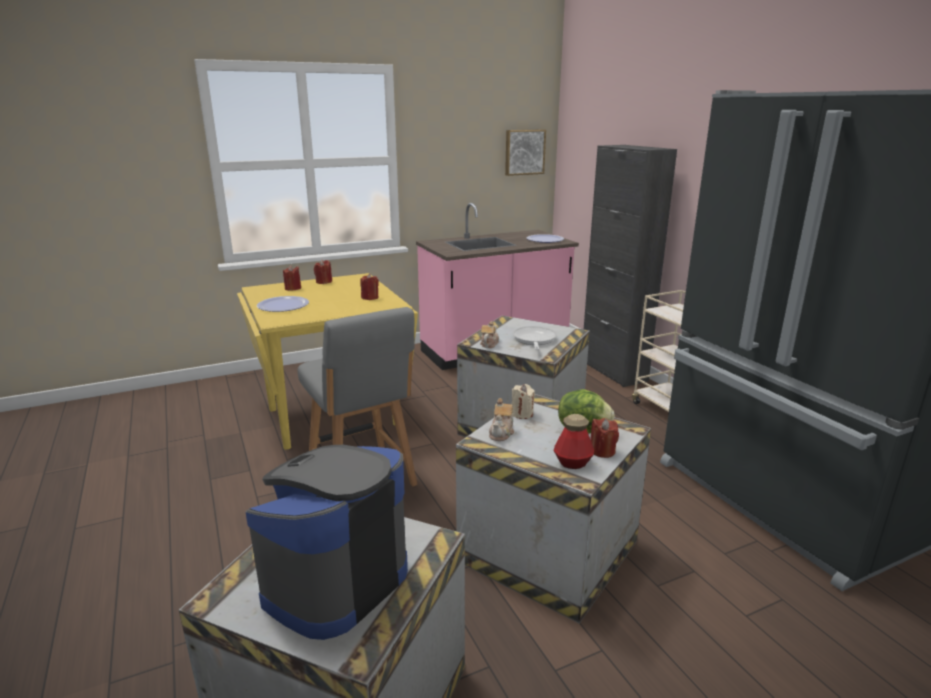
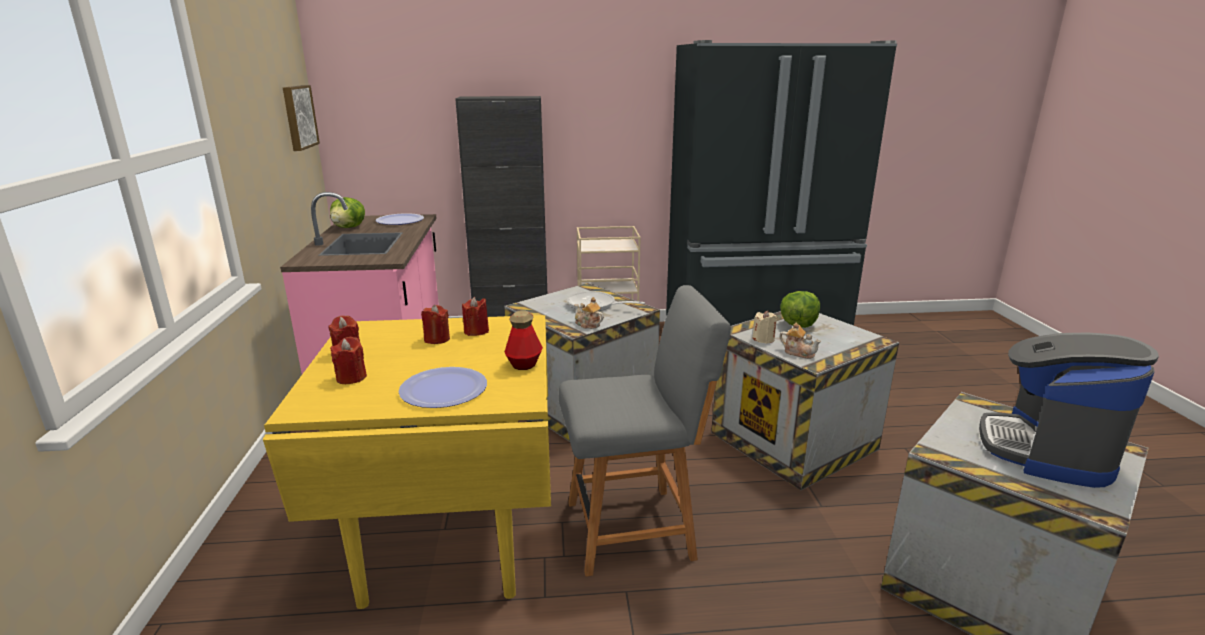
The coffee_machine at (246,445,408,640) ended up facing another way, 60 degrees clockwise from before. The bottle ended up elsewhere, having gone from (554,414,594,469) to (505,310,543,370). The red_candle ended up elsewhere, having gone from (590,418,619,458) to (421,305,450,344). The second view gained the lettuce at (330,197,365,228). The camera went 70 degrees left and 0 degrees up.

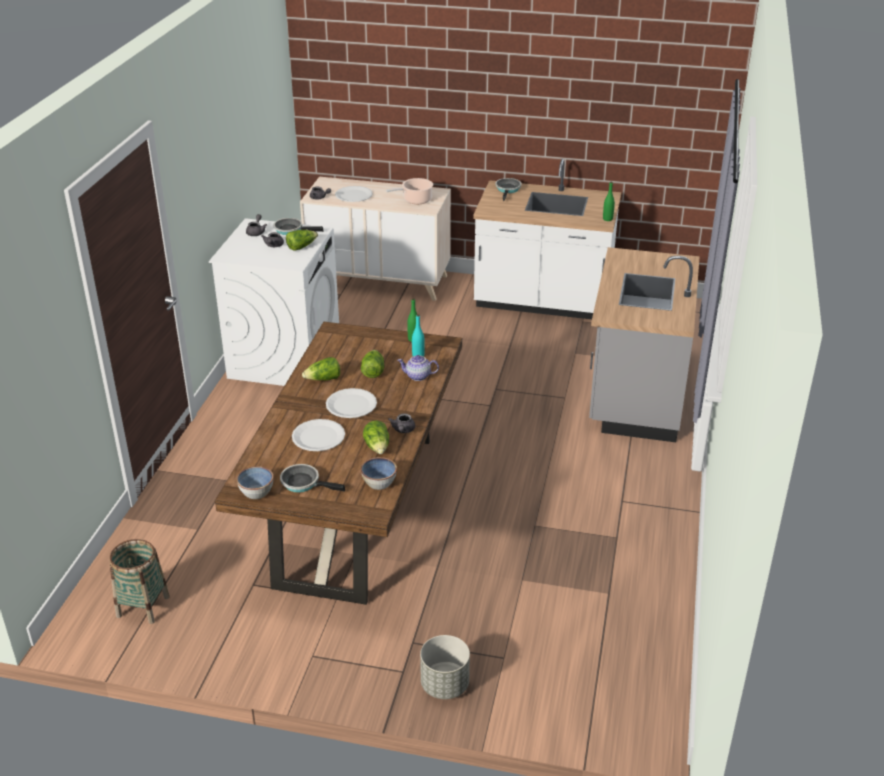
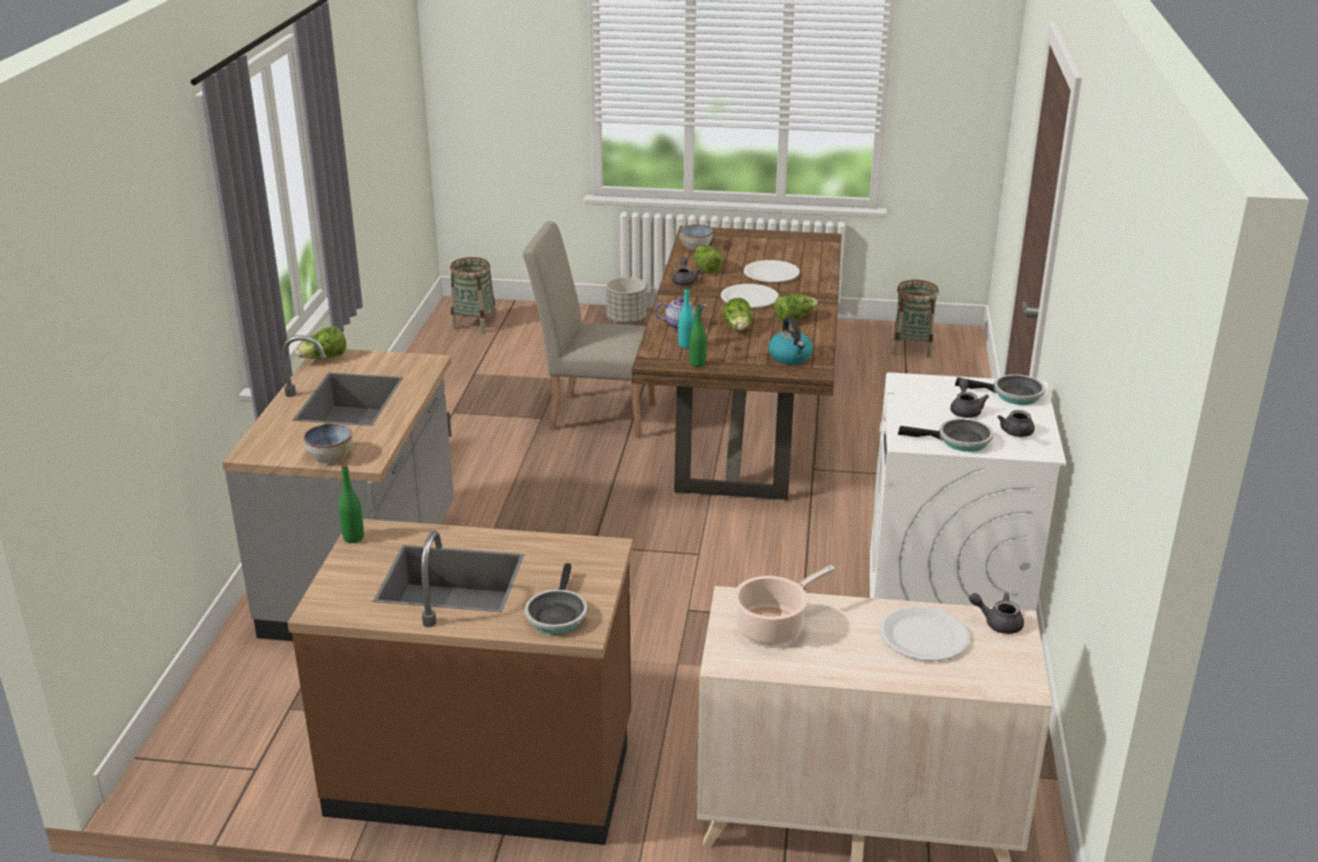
The bowl ended up elsewhere, having gone from (237,466,273,499) to (303,423,352,464). The frying_pan ended up elsewhere, having gone from (280,464,345,492) to (955,374,1045,405). The lettuce ended up elsewhere, having gone from (286,230,318,251) to (295,326,347,359). What was the white_counter at (473,159,621,319) turned into the brown_counter at (287,519,633,845). The second view gained the basket at (450,257,497,333). The second view gained the beige_chair at (523,221,656,438). The second view gained the kettle at (768,317,813,365). The camera went 175 degrees right and 5 degrees down.

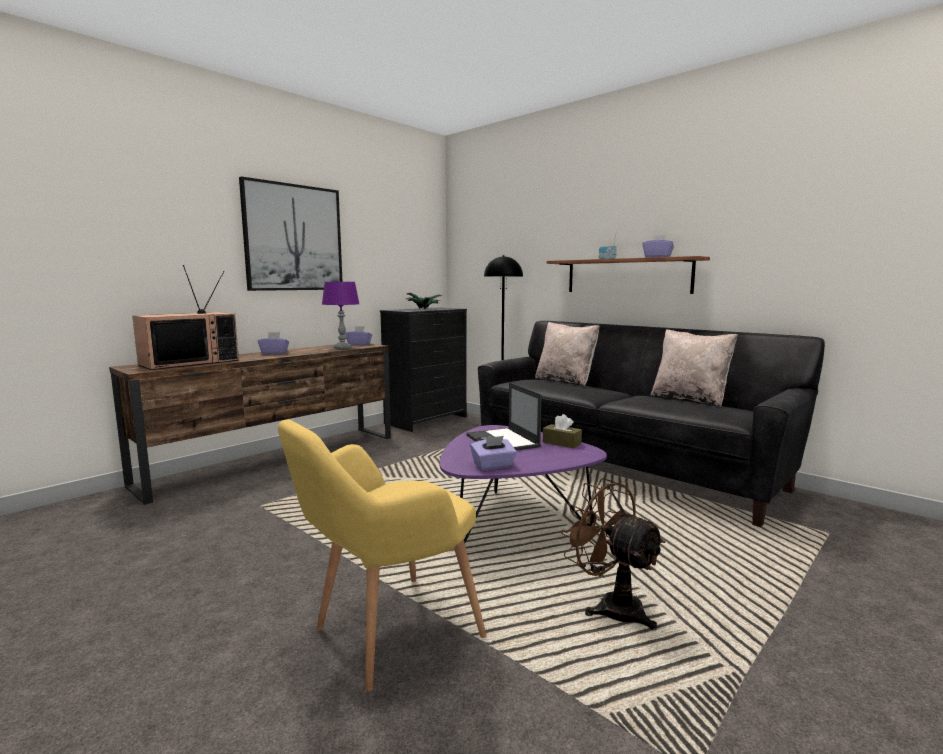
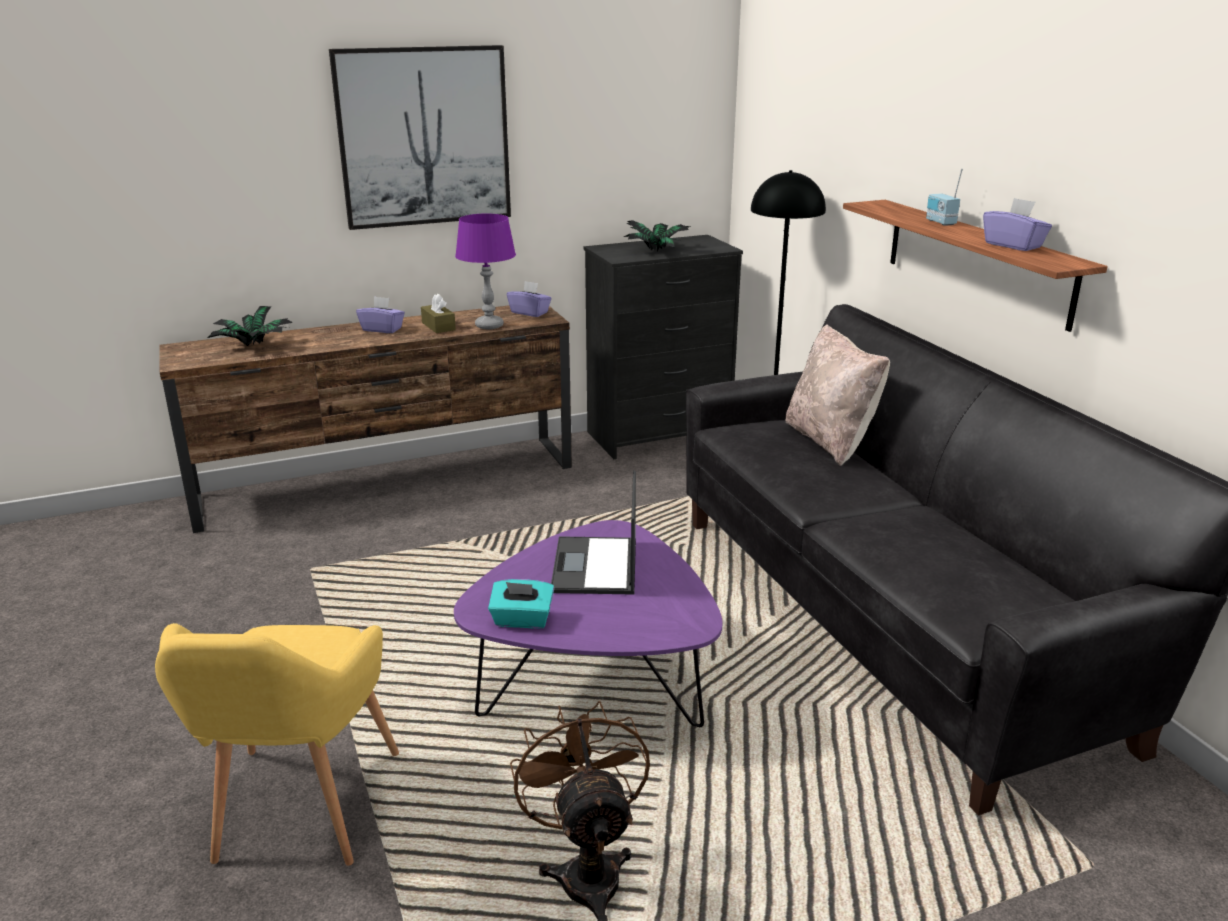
Where the television stood at (132,265,239,370), the potted_plant came to stand at (208,306,293,346). The yellow_armchair at (278,419,486,692) ended up facing another way, 75 degrees counterclockwise from before. What was the purple_tissue_box at (470,436,517,470) turned into the turquoise_tissue_box at (488,579,554,629). The brown_tissue_box ended up elsewhere, having gone from (543,414,582,448) to (421,294,456,333). The second view lost the beige_pillow at (651,329,738,407). The camera went 25 degrees right and 15 degrees up.

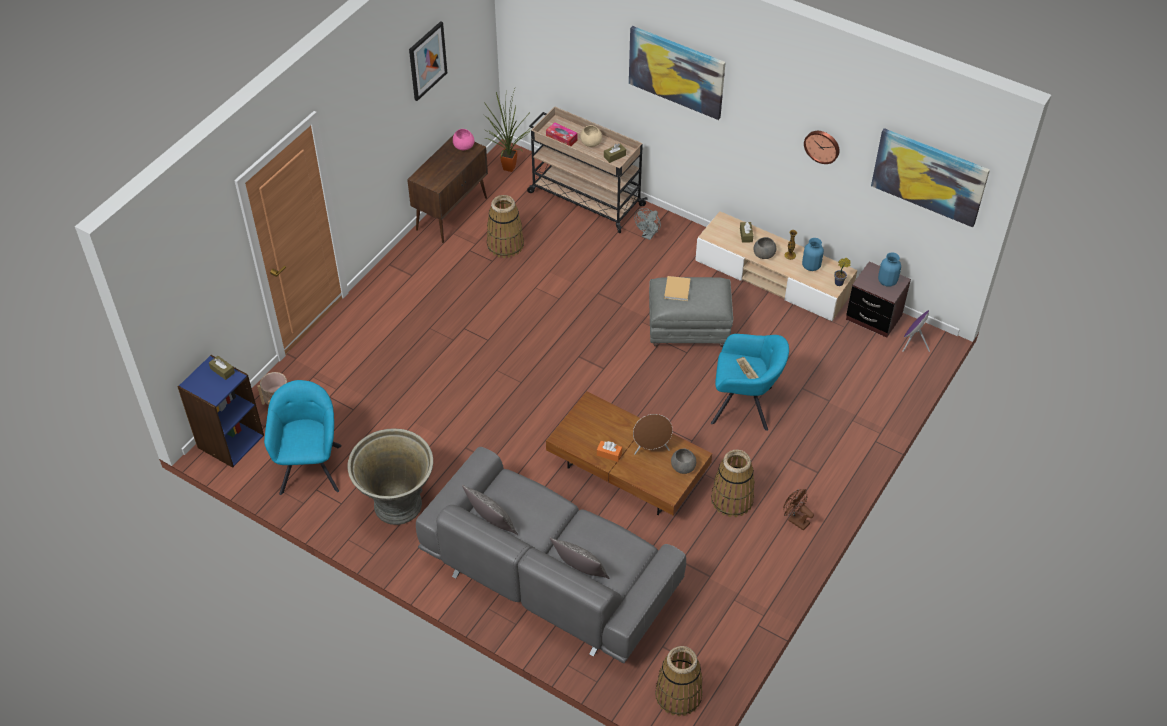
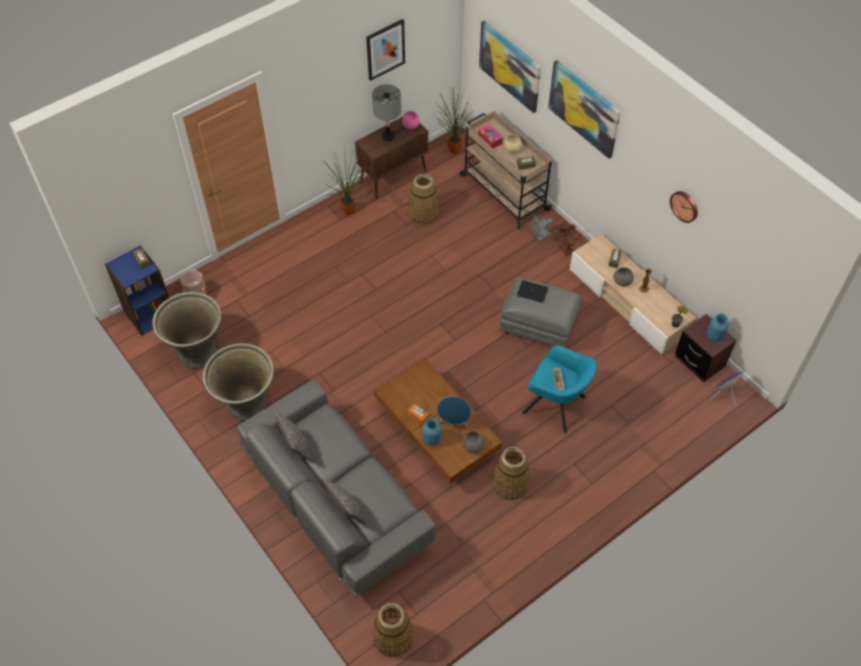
Where the turquoise_armchair stood at (264,380,342,495), the grey_planter came to stand at (152,292,221,369). What was the brown_speaker at (633,414,673,455) turned into the blue_speaker at (437,396,471,428). Where the beige_book stood at (664,276,691,301), the laptop came to stand at (517,280,548,303). The brown_fan ended up elsewhere, having gone from (783,489,814,531) to (554,224,576,255). The blue_vase ended up elsewhere, having gone from (802,238,824,271) to (422,418,441,446). The picture ended up elsewhere, having gone from (871,128,990,227) to (479,21,541,113). The second view gained the potted_plant at (323,149,368,217). The second view gained the grey_table_lamp at (372,84,401,141). The camera went 20 degrees right and 5 degrees up.

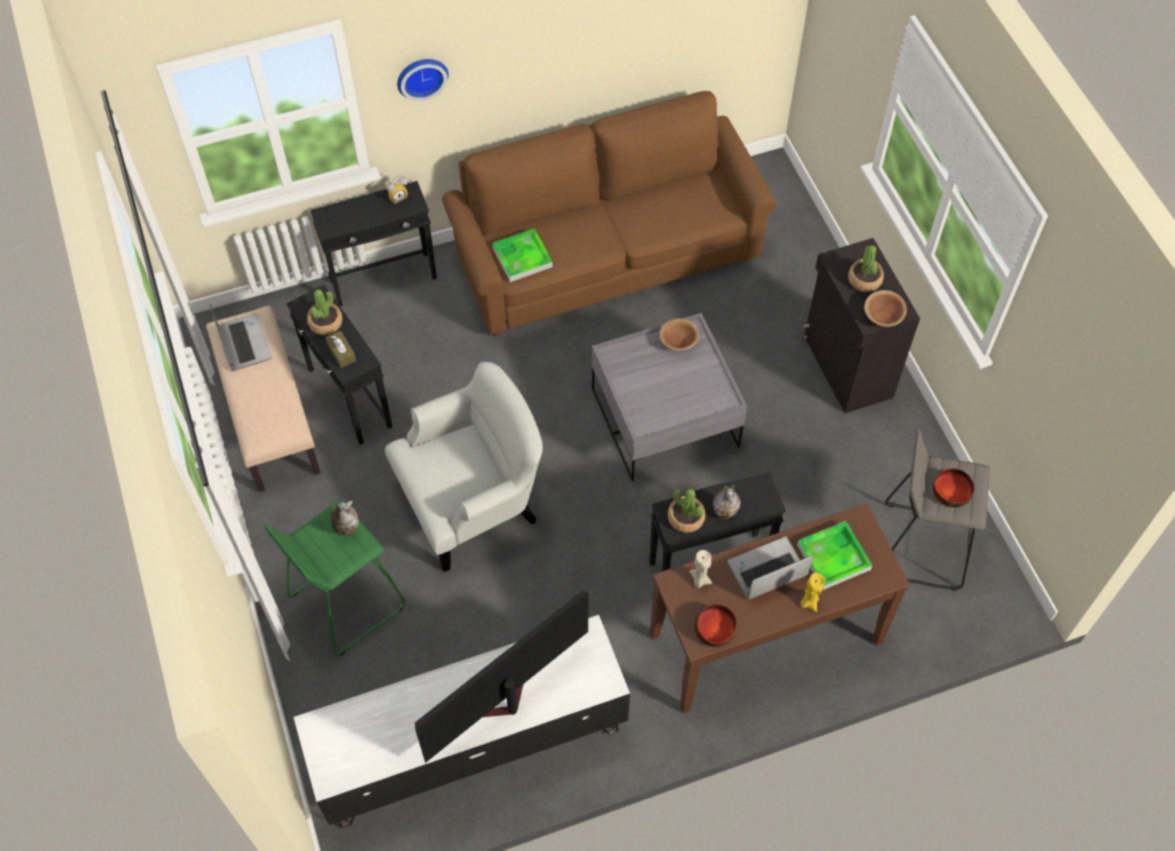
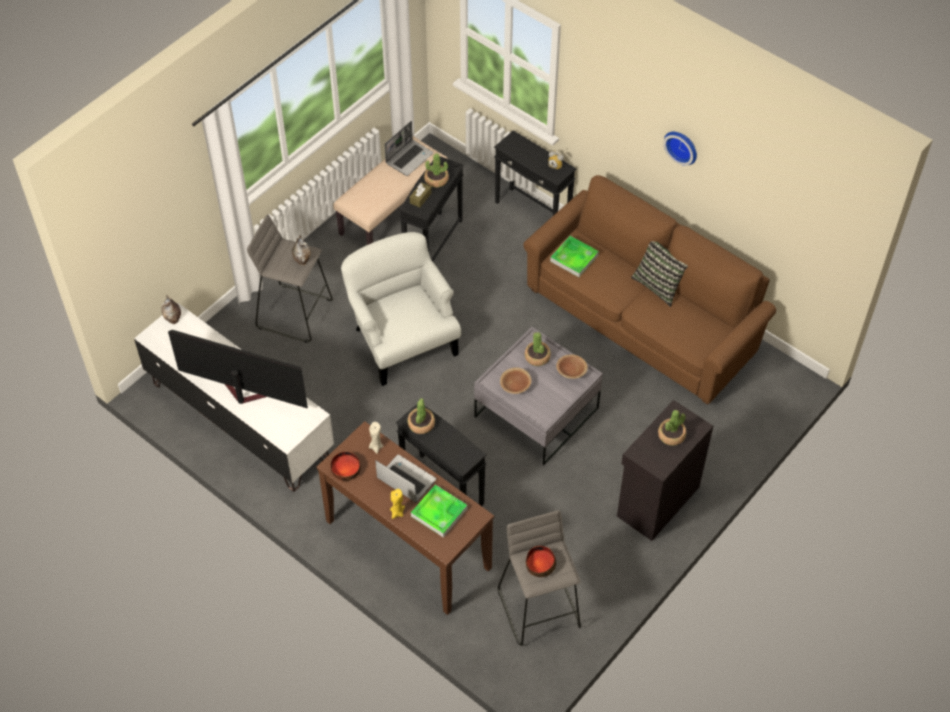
What was the green_stool at (265,500,405,656) turned into the grey_stool at (247,214,333,343). The white_armchair at (385,362,543,572) ended up facing another way, 150 degrees counterclockwise from before. The wall_clock ended up elsewhere, having gone from (397,59,449,101) to (663,132,697,166). The vase ended up elsewhere, having gone from (713,485,741,519) to (161,295,181,324). The brown_bowl ended up elsewhere, having gone from (864,290,907,327) to (500,368,531,394). The second view gained the potted_plant at (525,332,551,366). The second view gained the pillow at (631,241,688,307). The camera went 60 degrees right and 5 degrees down.

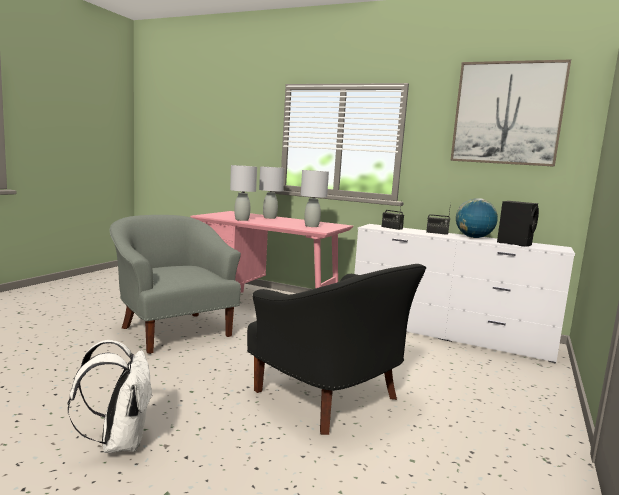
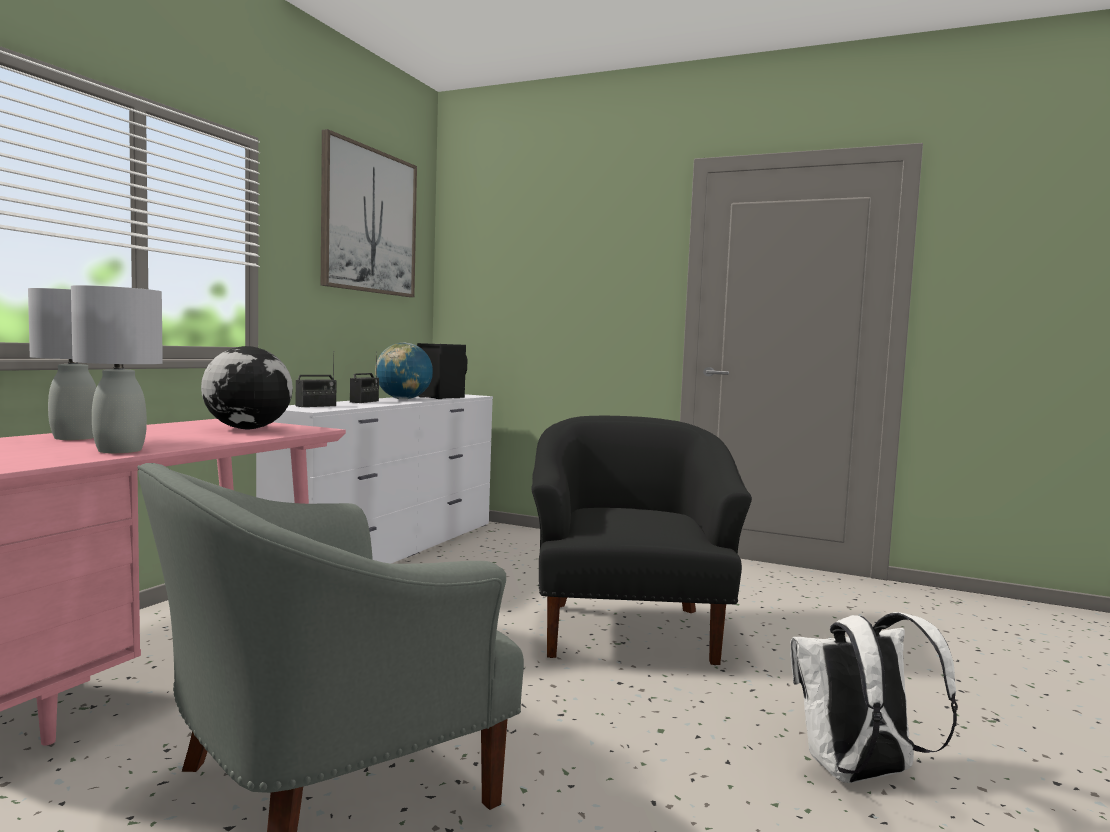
The black_armchair at (247,264,426,435) ended up facing another way, 45 degrees counterclockwise from before. Where the grey_table_lamp stood at (301,170,329,227), the globe came to stand at (201,346,293,430). The camera went 90 degrees left and 5 degrees down.

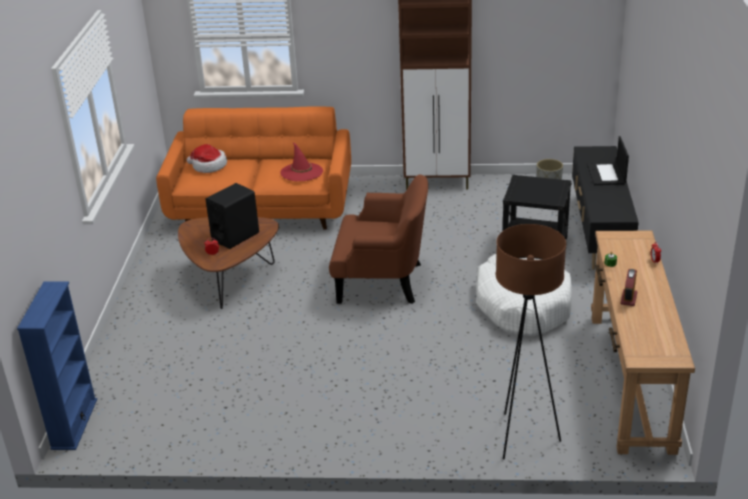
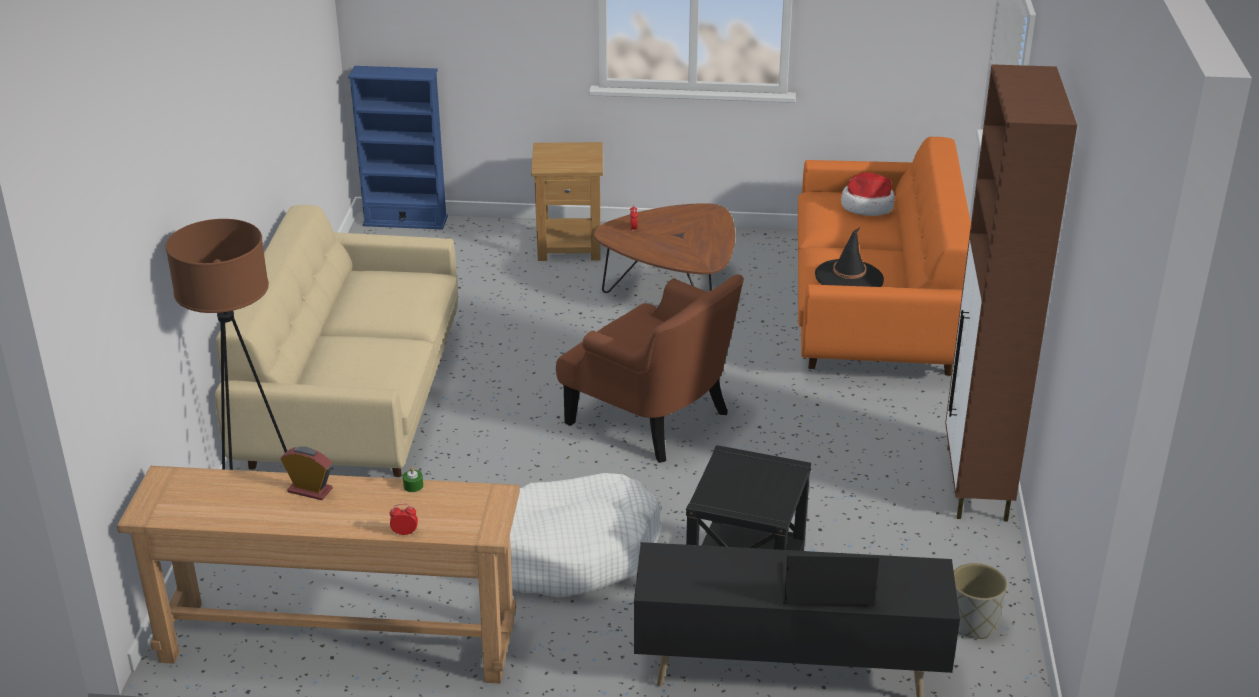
The second view lost the black_speaker at (205,183,259,249). What was the red_hat at (280,142,323,181) turned into the black_hat at (815,227,884,287). The brown_armchair at (329,175,428,304) ended up facing another way, 60 degrees counterclockwise from before. The second view gained the beige_sofa at (215,205,458,477). The second view gained the brown_side_table at (531,142,603,261). The camera went 90 degrees right and 0 degrees up.

